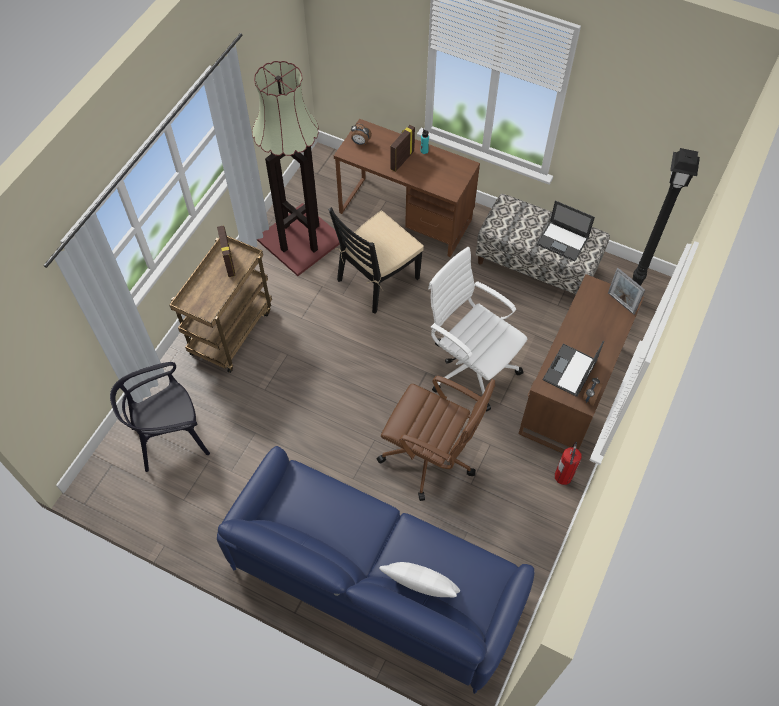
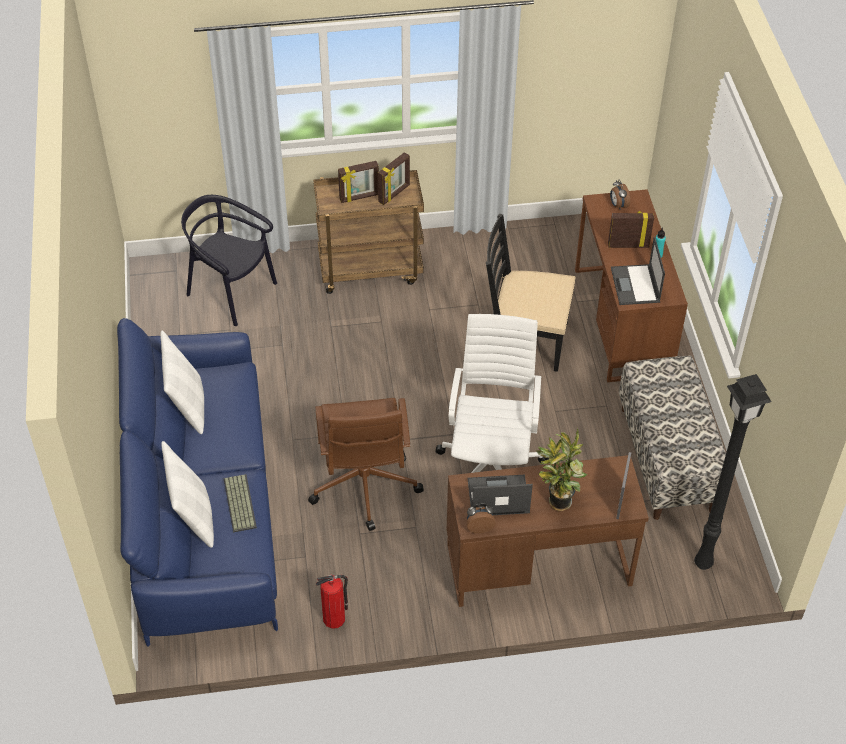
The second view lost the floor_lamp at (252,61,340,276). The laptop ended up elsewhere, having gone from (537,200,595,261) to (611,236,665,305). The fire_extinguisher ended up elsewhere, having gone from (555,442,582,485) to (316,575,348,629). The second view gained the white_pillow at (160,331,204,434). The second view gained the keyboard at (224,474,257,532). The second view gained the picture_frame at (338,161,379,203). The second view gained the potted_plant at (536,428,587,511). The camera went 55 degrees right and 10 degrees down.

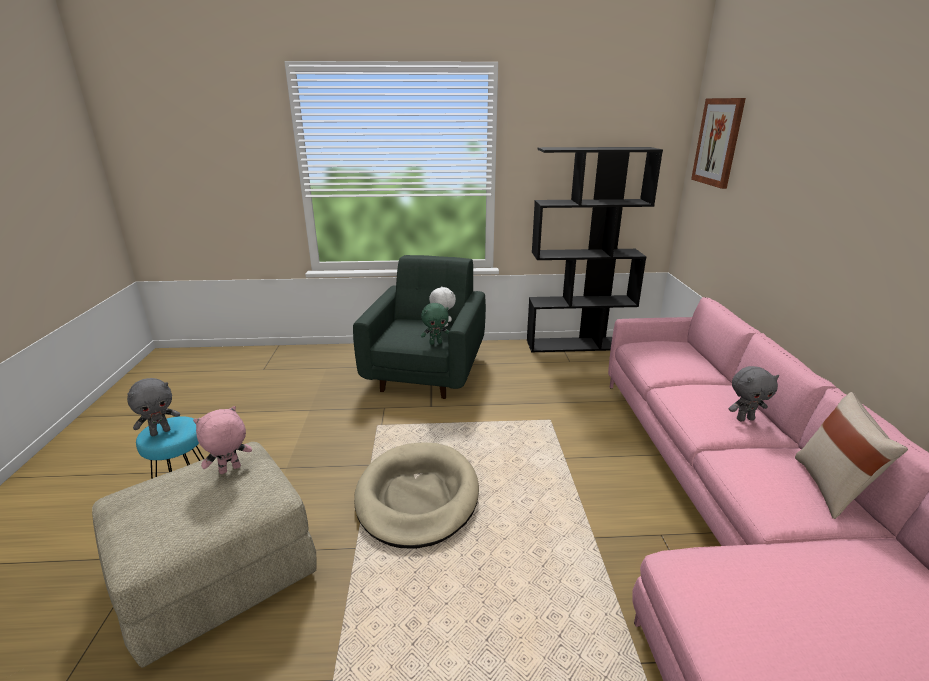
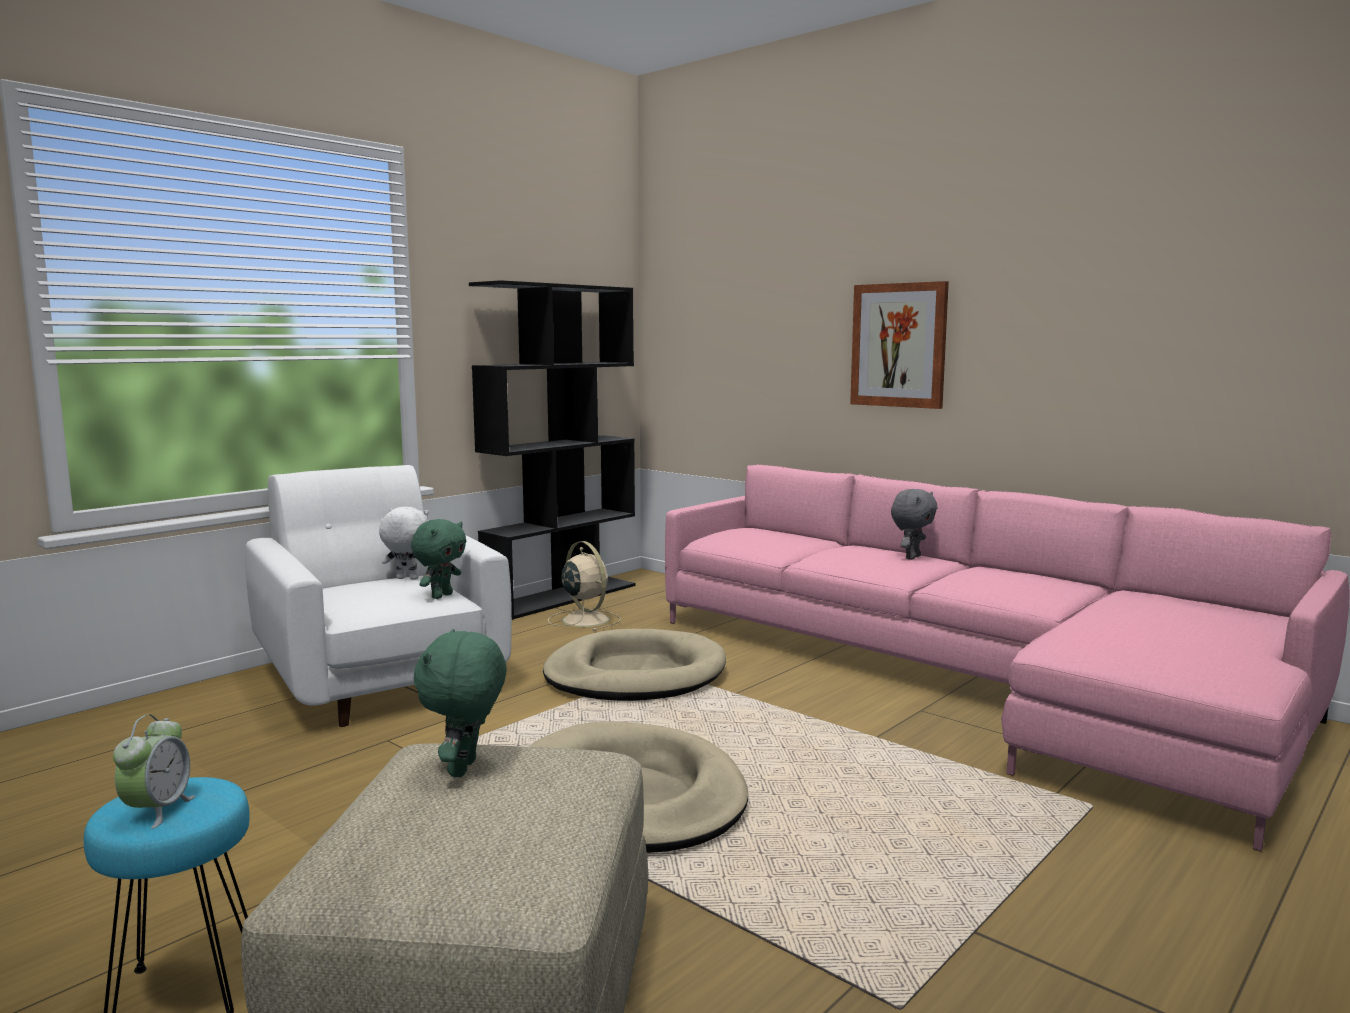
Where the grey_plush_toy stood at (127,378,180,436), the alarm_clock came to stand at (113,714,195,829). What was the pink_plush_toy at (193,406,252,474) turned into the green_plush_toy at (414,629,507,777). What was the green_armchair at (353,255,486,399) turned into the white_armchair at (245,465,512,727). The picture ended up elsewhere, having gone from (691,98,746,189) to (850,281,949,409). The second view lost the beige_pillow at (795,392,908,519). The second view gained the beige_dog_bed at (543,629,726,701). The second view gained the beige_fan at (548,541,621,631). The camera went 45 degrees left and 15 degrees down.

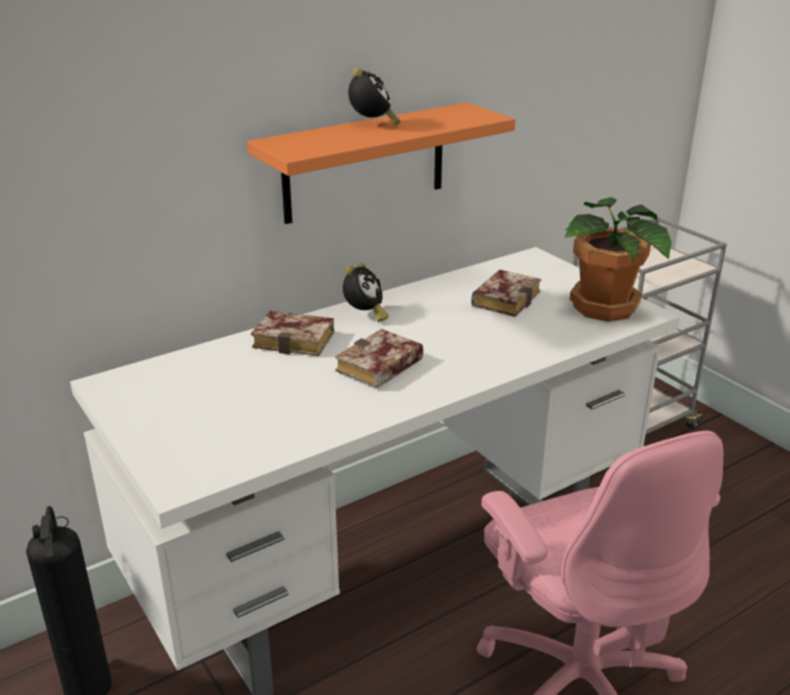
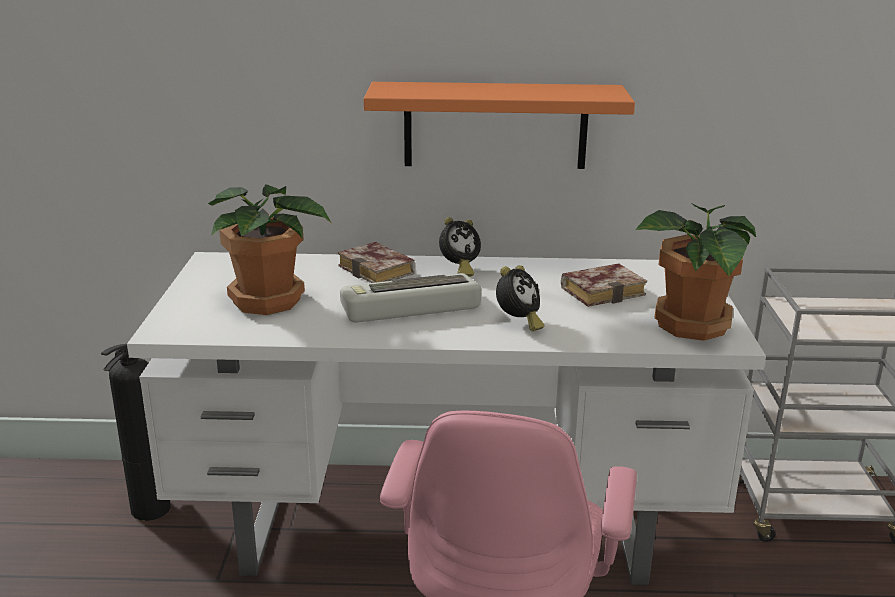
Where the book stood at (335,329,423,389), the keyboard came to stand at (340,273,481,323). The alarm_clock ended up elsewhere, having gone from (348,68,400,126) to (496,265,545,331). The second view gained the potted_plant at (208,184,331,315). The camera went 35 degrees right and 5 degrees down.

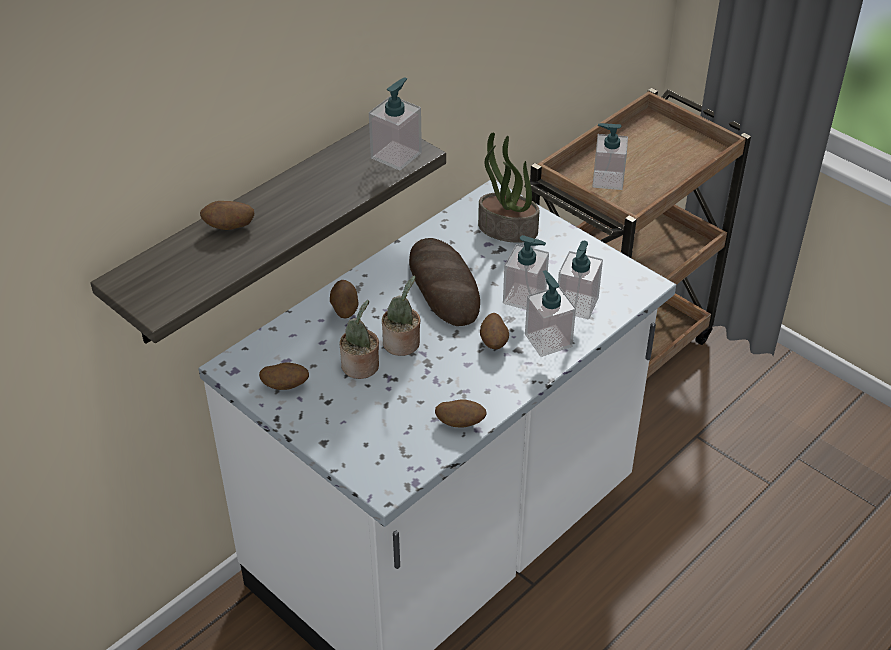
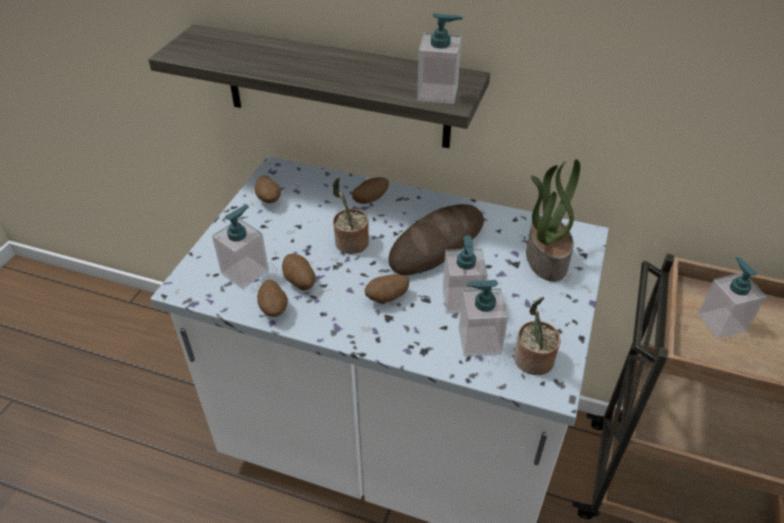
The potato ended up elsewhere, having gone from (200,201,254,230) to (282,254,315,290). The potted_plant ended up elsewhere, having gone from (339,300,379,379) to (514,296,561,375). The soap_dispenser ended up elsewhere, having gone from (525,270,576,357) to (212,205,269,289). The camera went 65 degrees right and 0 degrees up.

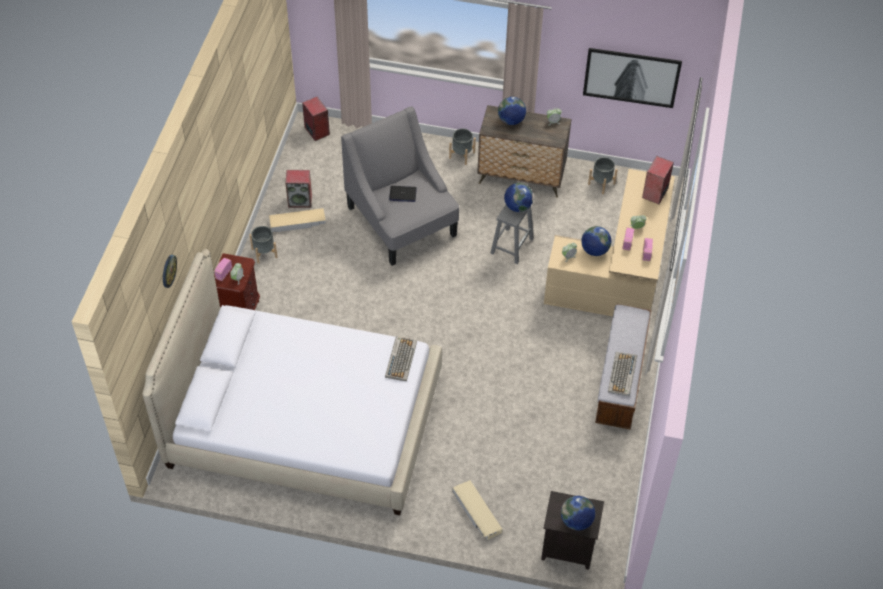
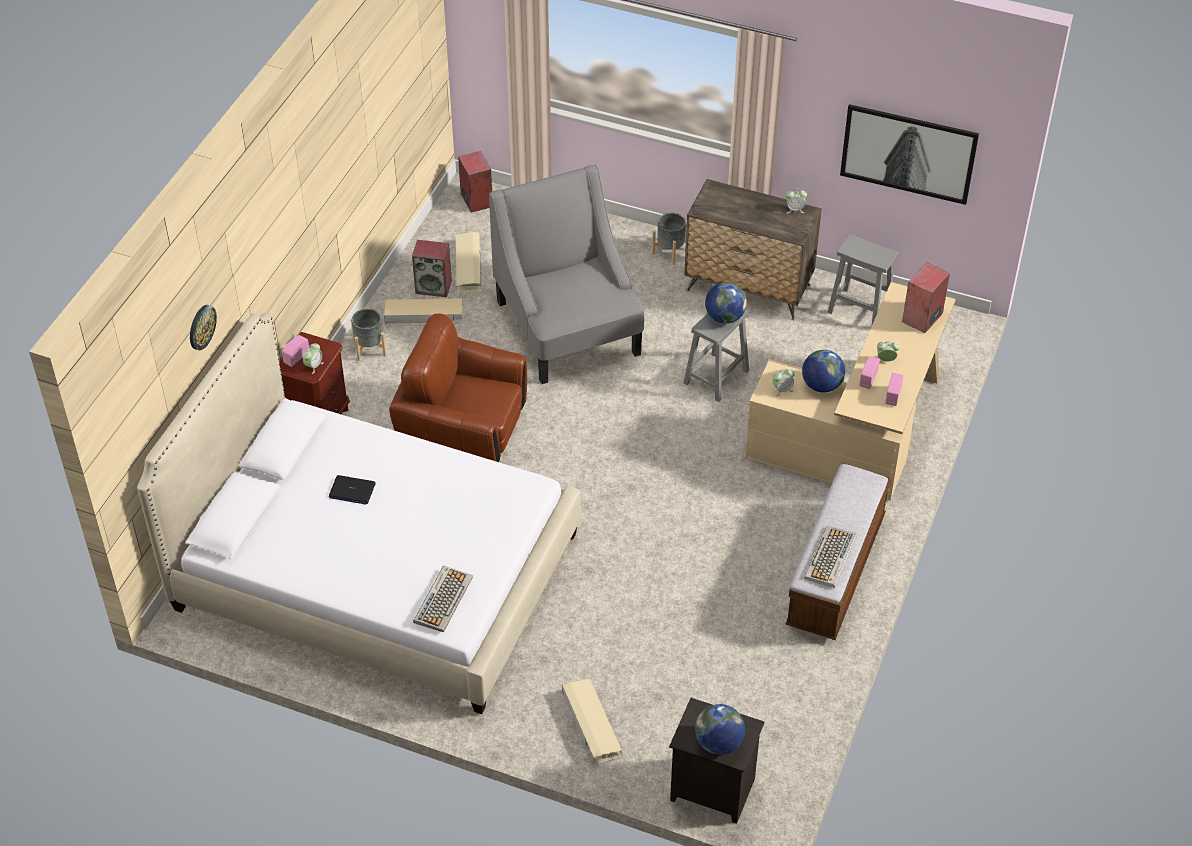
The keyboard ended up elsewhere, having gone from (385,336,417,381) to (413,566,473,632). The laptop ended up elsewhere, having gone from (389,186,417,202) to (329,475,376,504). The second view lost the globe at (498,97,526,125). Where the grey_planter stood at (588,157,618,194), the grey_stool came to stand at (827,234,898,327). The second view gained the brown_armchair at (389,314,527,462). The second view gained the beige_storage_box at (456,232,481,293). The camera went 10 degrees right and 5 degrees down.

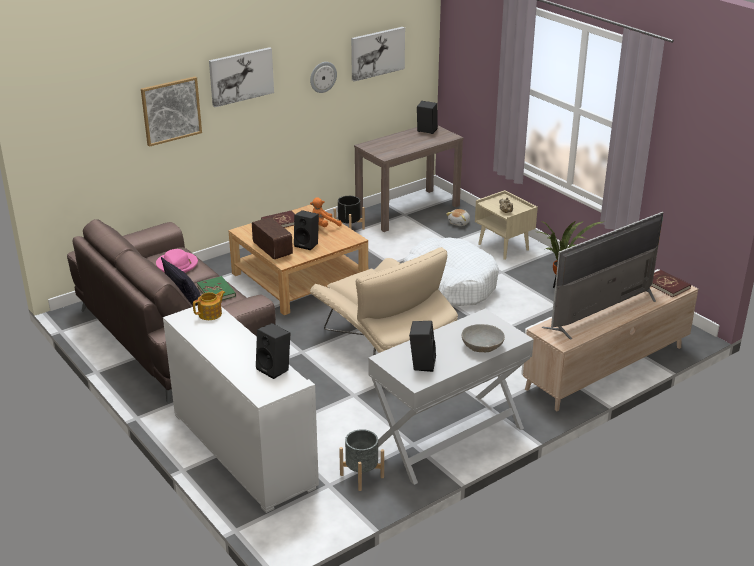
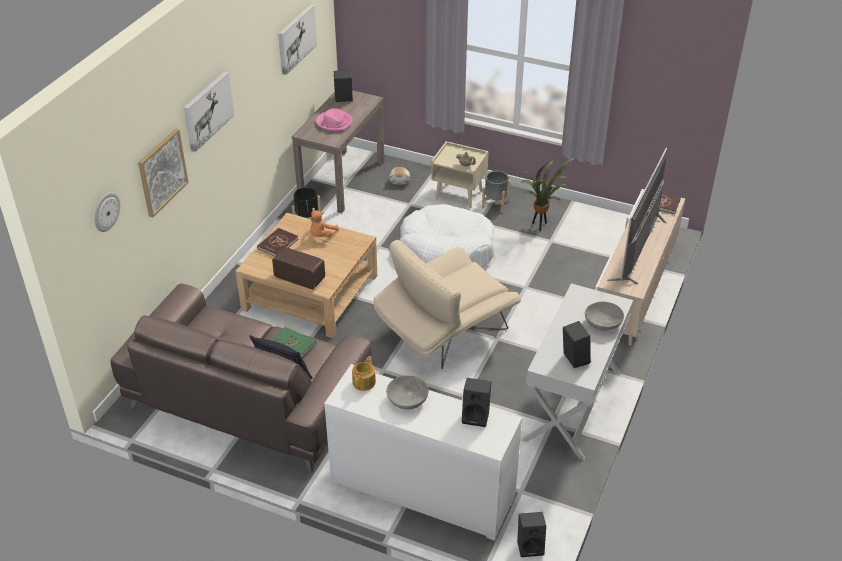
The pink_hat ended up elsewhere, having gone from (156,249,198,273) to (316,108,353,132). The black_speaker ended up elsewhere, having gone from (294,210,319,250) to (517,512,546,557). The wall_clock ended up elsewhere, having gone from (310,62,337,93) to (94,192,120,232). The beige_armchair at (310,247,458,355) ended up facing another way, 120 degrees clockwise from before. The grey_planter ended up elsewhere, having gone from (339,429,384,491) to (482,171,511,212). The second view gained the grey_bowl at (386,375,429,410). The camera went 30 degrees left and 10 degrees up.

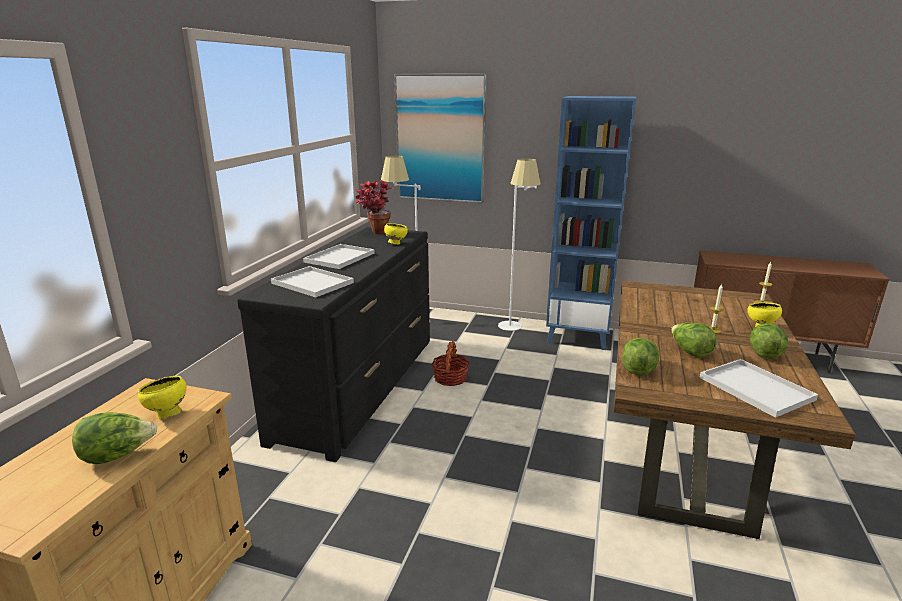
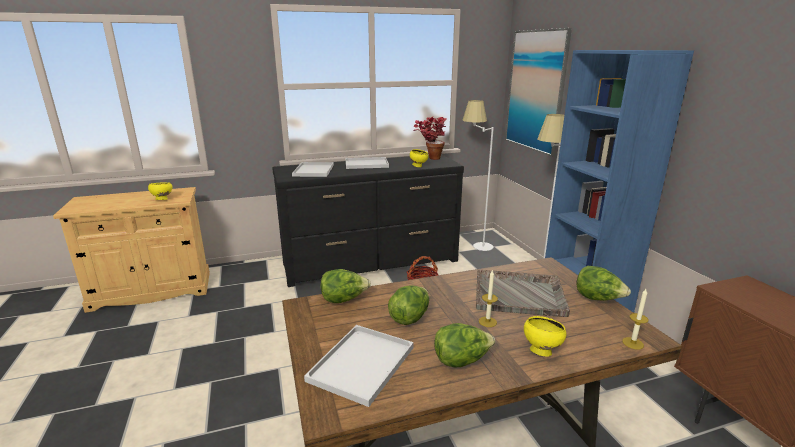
The lettuce ended up elsewhere, having gone from (72,412,157,464) to (576,266,631,300). The second view gained the grey_tray at (476,270,570,317). The camera went 55 degrees right and 0 degrees up.

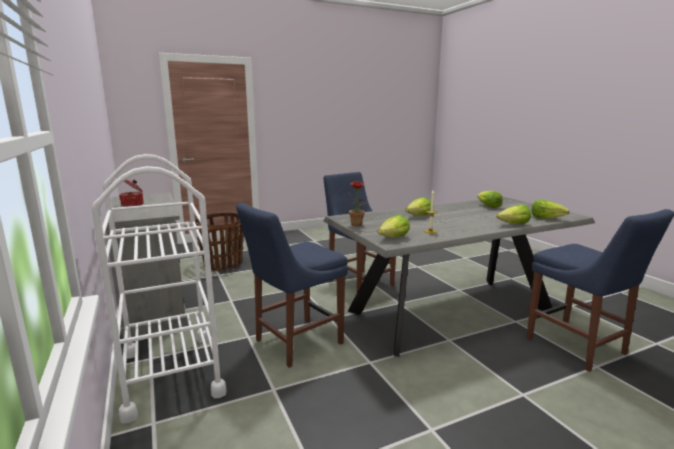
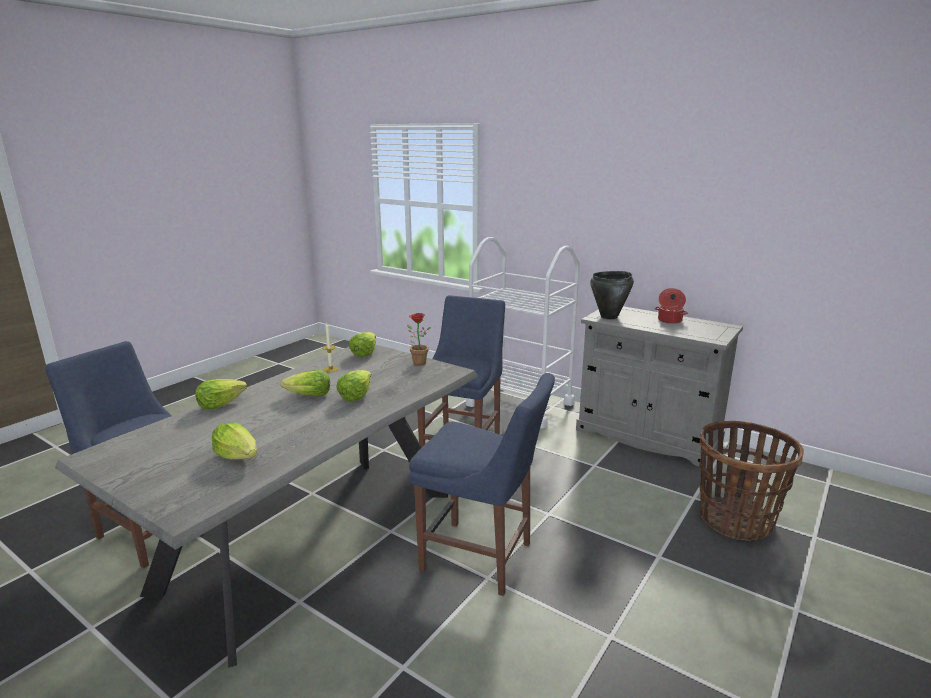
The lettuce ended up elsewhere, having gone from (531,199,570,219) to (281,370,330,397). The second view gained the black_cooking_pot at (590,271,634,319). The camera went 150 degrees right and 5 degrees up.

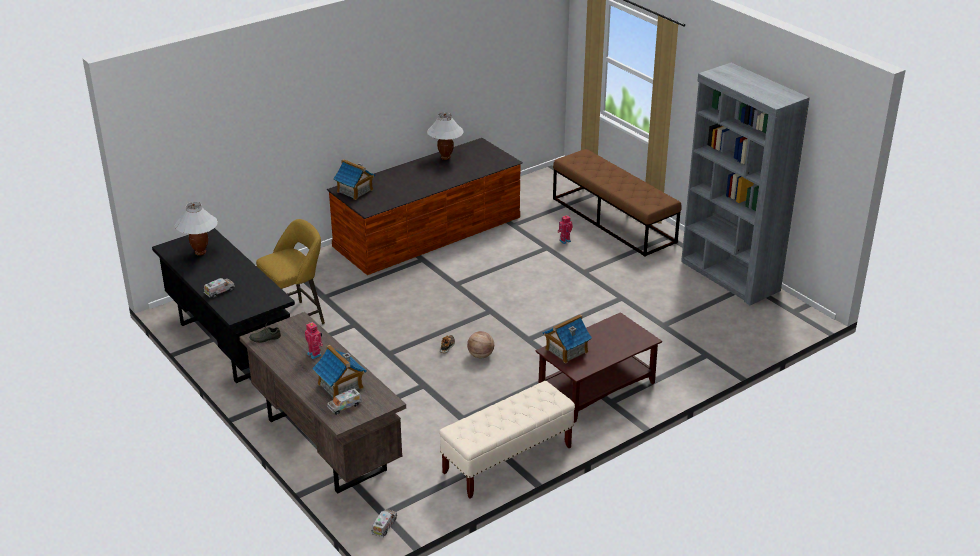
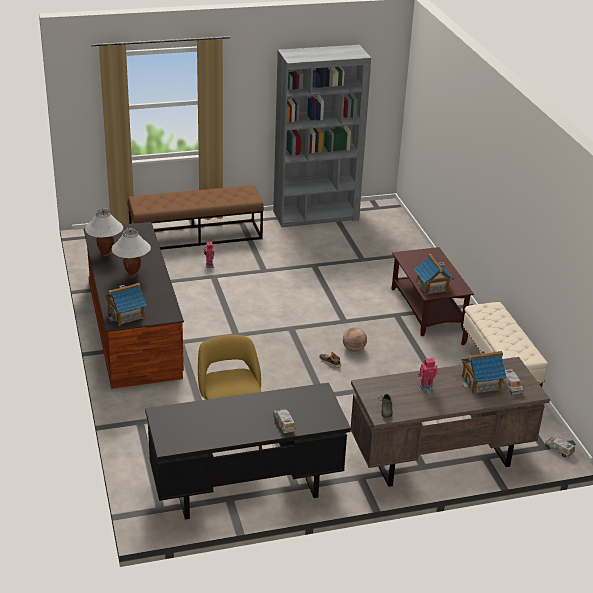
The white_table_lamp ended up elsewhere, having gone from (175,202,218,255) to (112,228,151,278). The camera went 70 degrees left and 0 degrees up.

